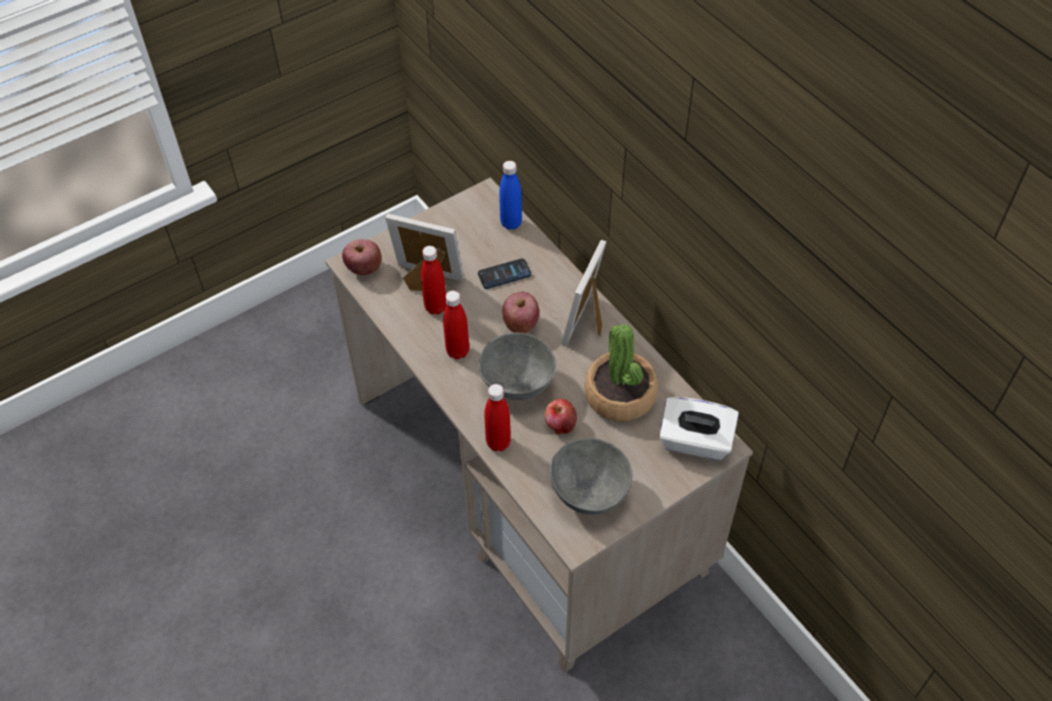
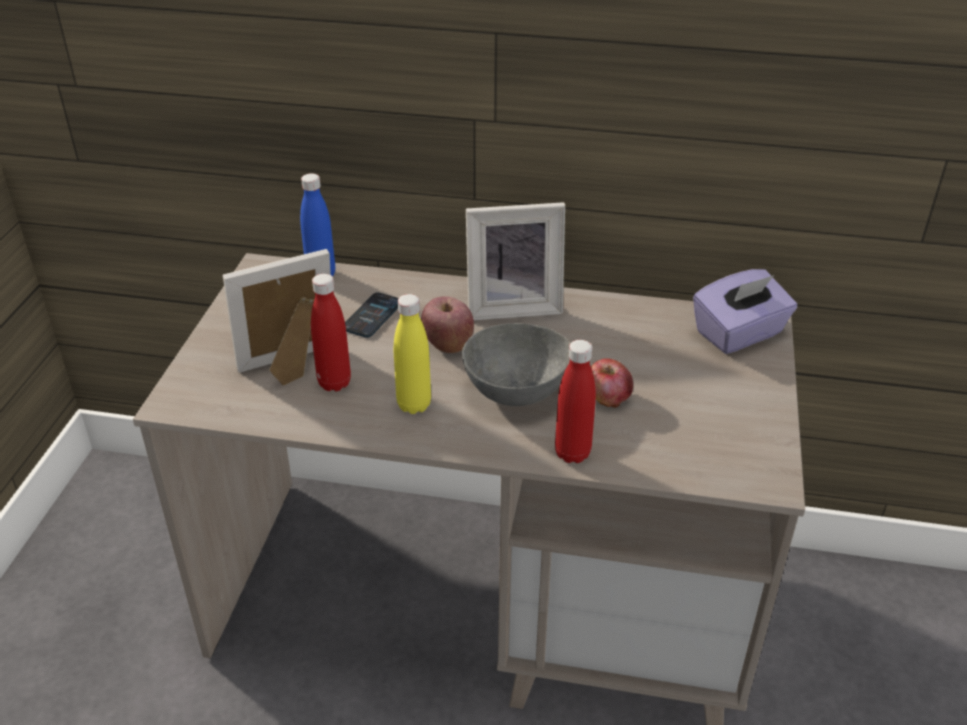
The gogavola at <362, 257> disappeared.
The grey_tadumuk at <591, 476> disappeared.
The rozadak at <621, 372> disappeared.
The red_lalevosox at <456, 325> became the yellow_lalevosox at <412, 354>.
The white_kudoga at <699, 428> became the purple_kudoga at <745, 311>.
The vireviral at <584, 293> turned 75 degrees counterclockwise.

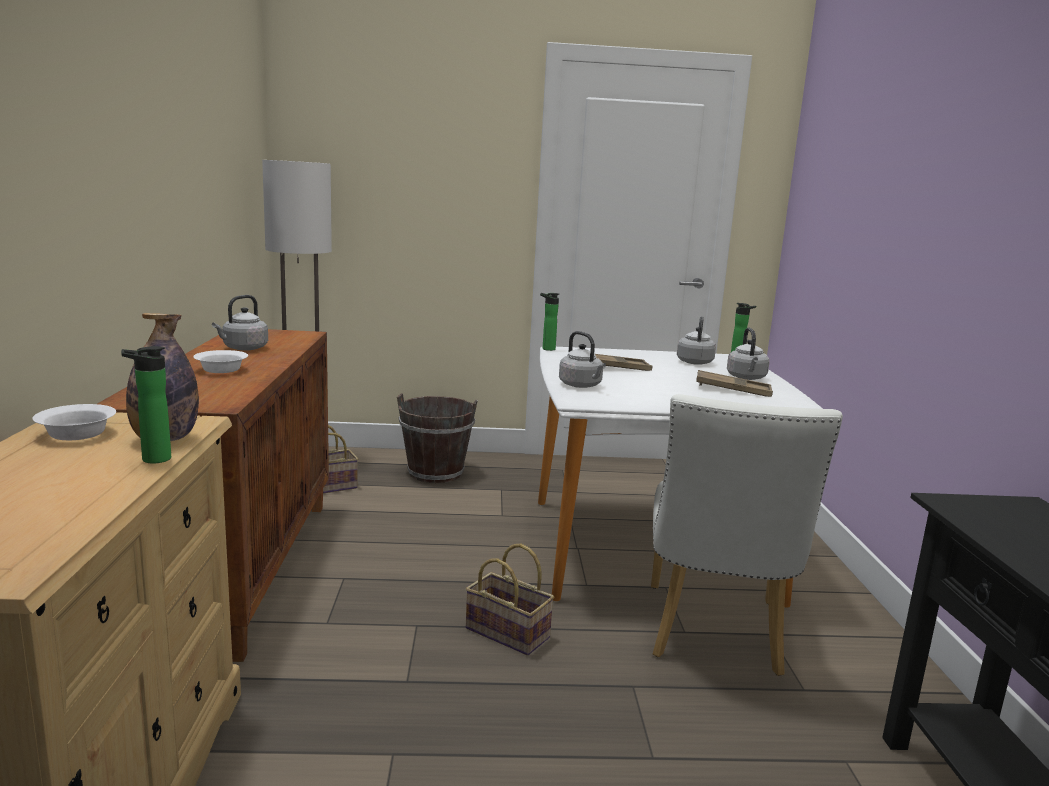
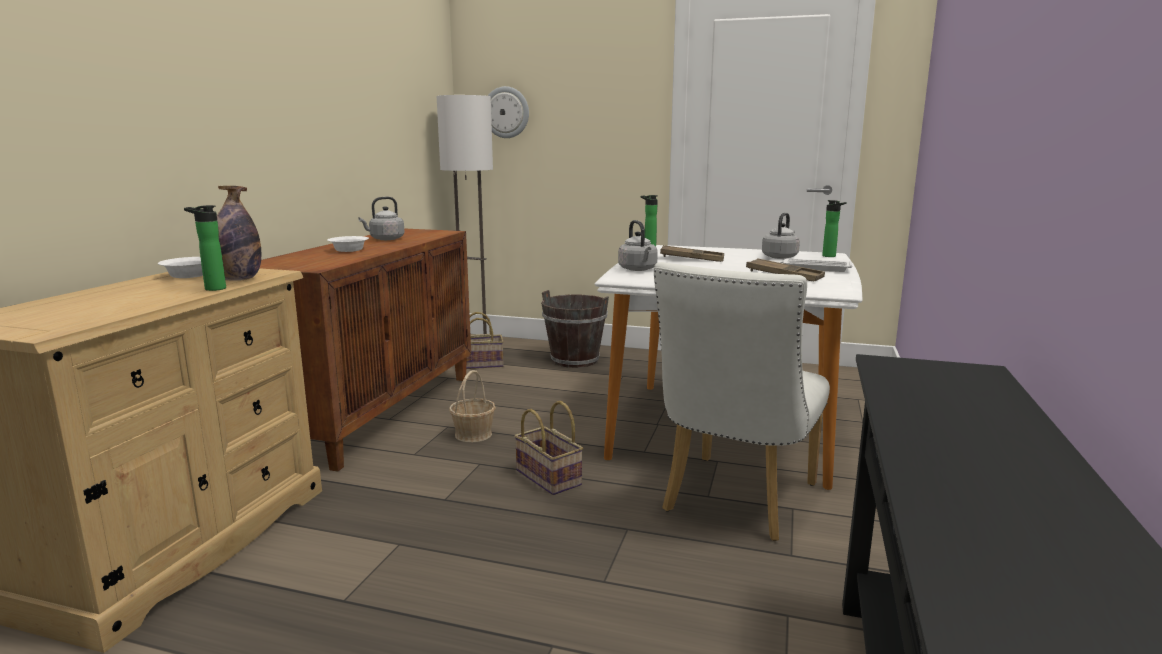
The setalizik at <472, 406> appeared.
The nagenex at <508, 112> appeared.
The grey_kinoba at <748, 354> was replaced by the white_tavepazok at <816, 265>.

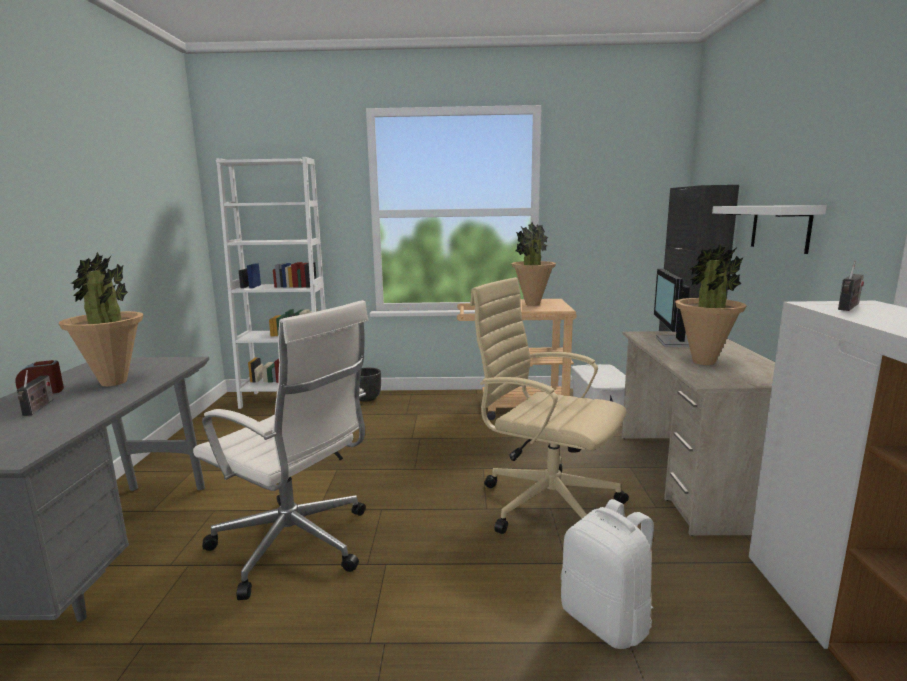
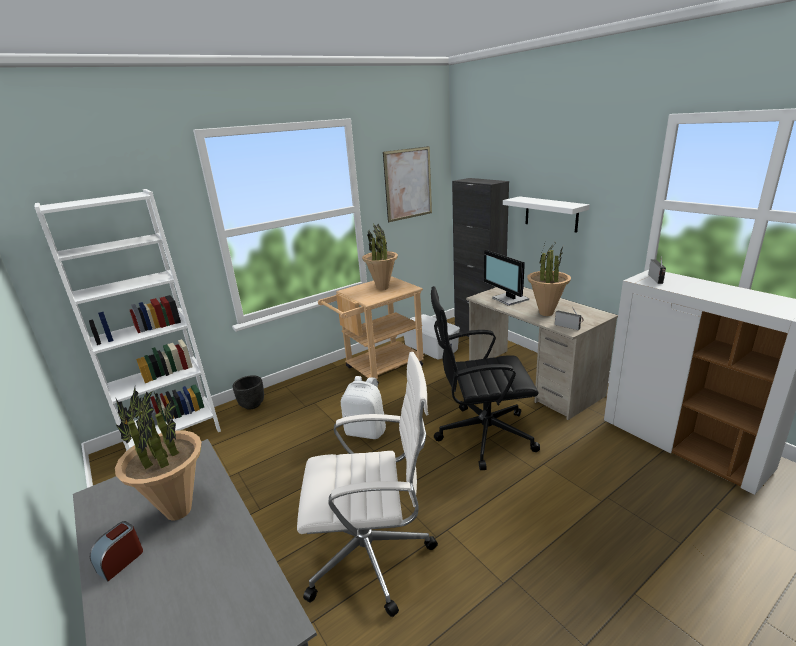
The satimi at <407, 184> appeared.
The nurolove moved from <35, 393> to <569, 318>.
The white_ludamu moved from <607, 574> to <363, 407>.
The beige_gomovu at <549, 405> became the black_gomovu at <485, 378>.

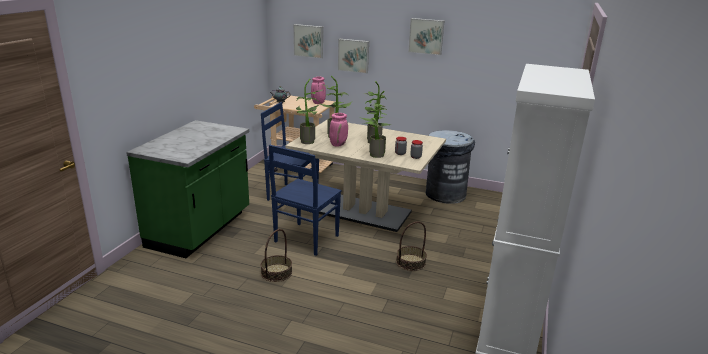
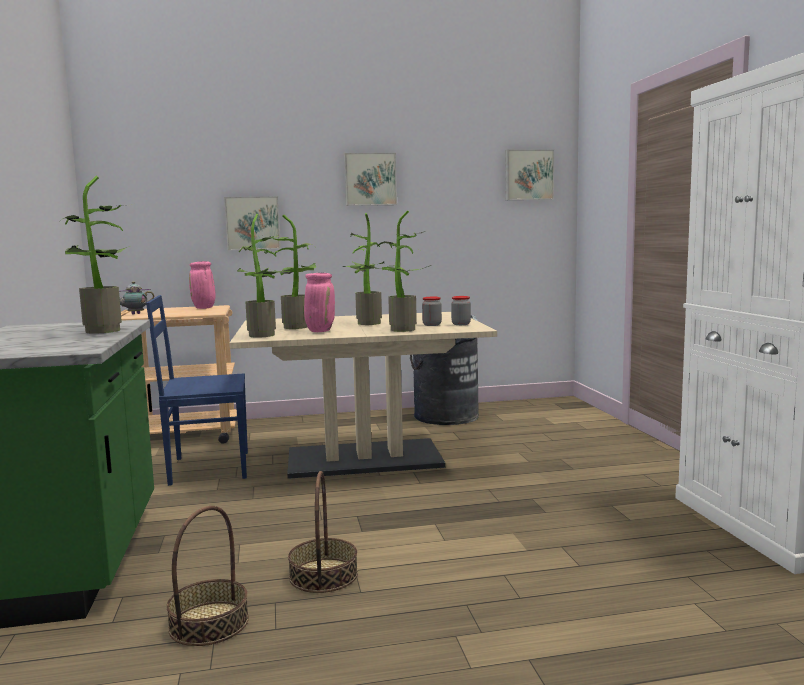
The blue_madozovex at <305, 200> disappeared.
The rozadak at <99, 255> appeared.
The satimi moved from <308, 41> to <529, 175>.
The setalizik moved from <411, 246> to <207, 576>.

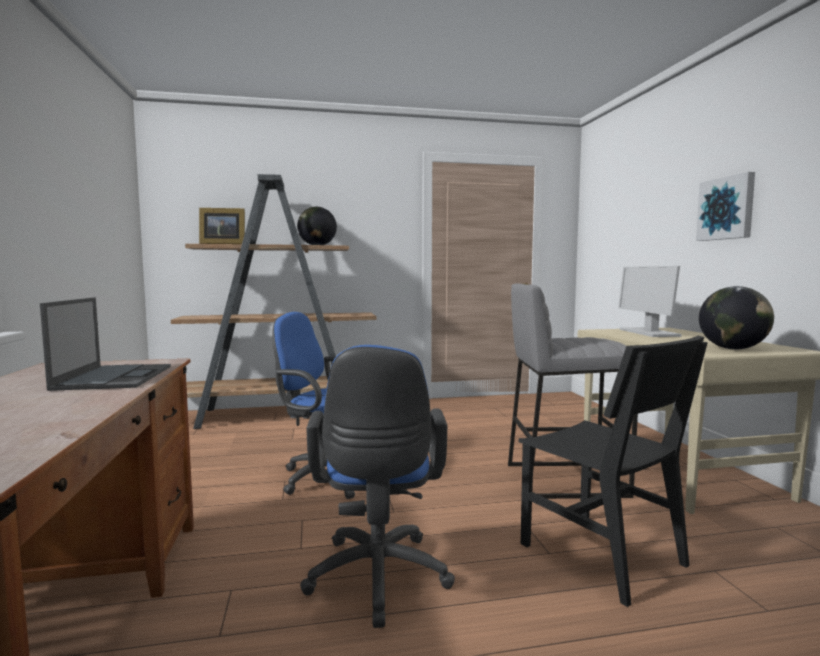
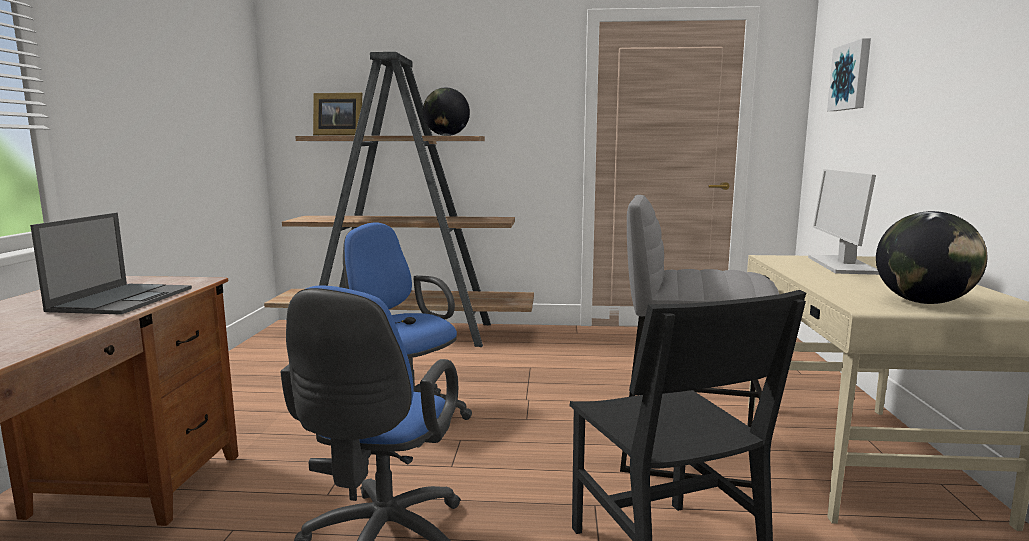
The satimi moved from <725, 206> to <849, 74>.

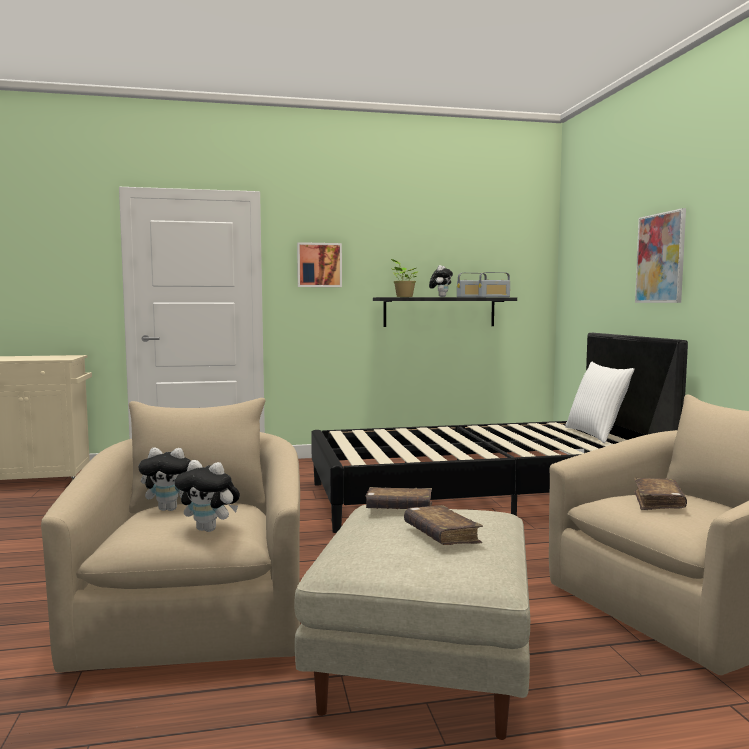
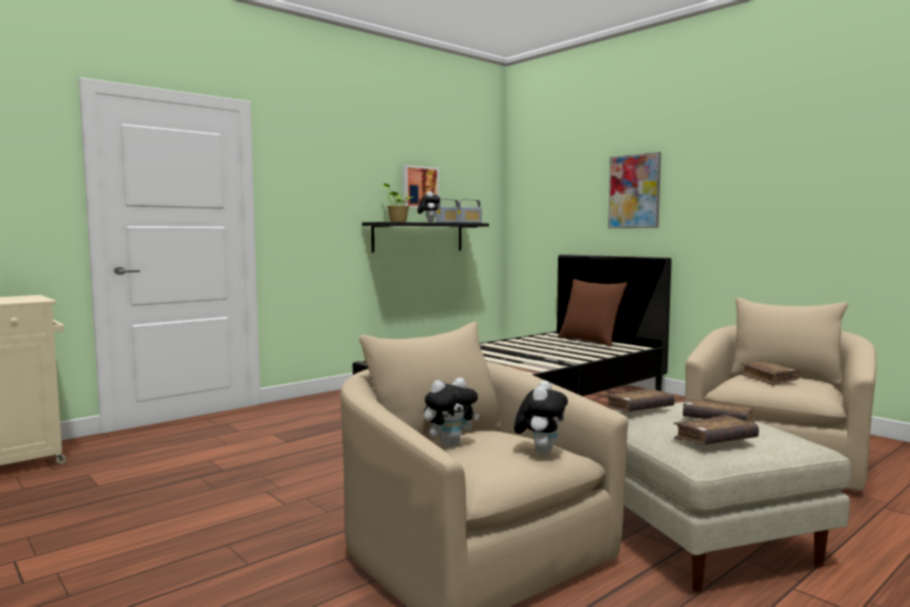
The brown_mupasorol at <716, 430> appeared.
The satimi moved from <319, 264> to <421, 186>.
The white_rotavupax at <599, 402> became the brown_rotavupax at <592, 313>.
The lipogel at <207, 496> turned 60 degrees counterclockwise.

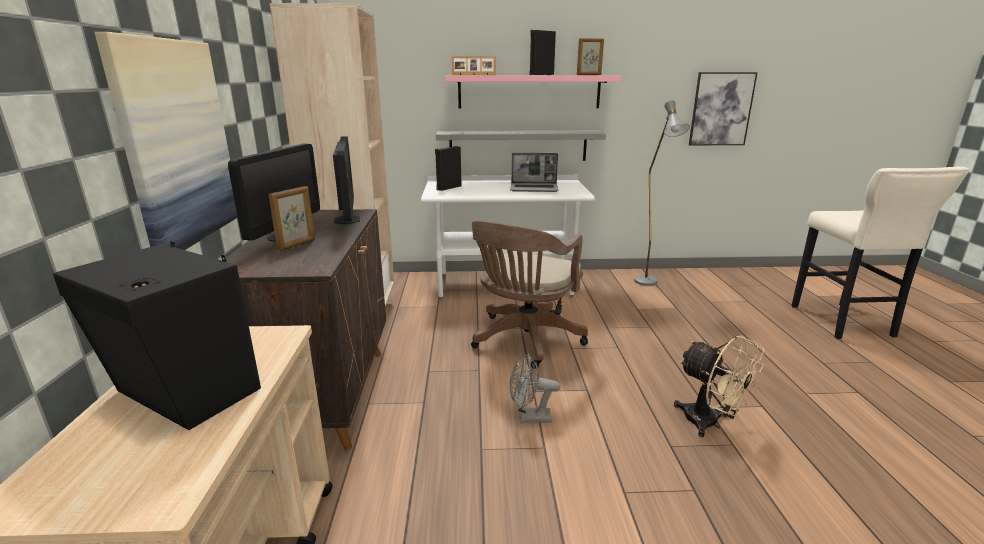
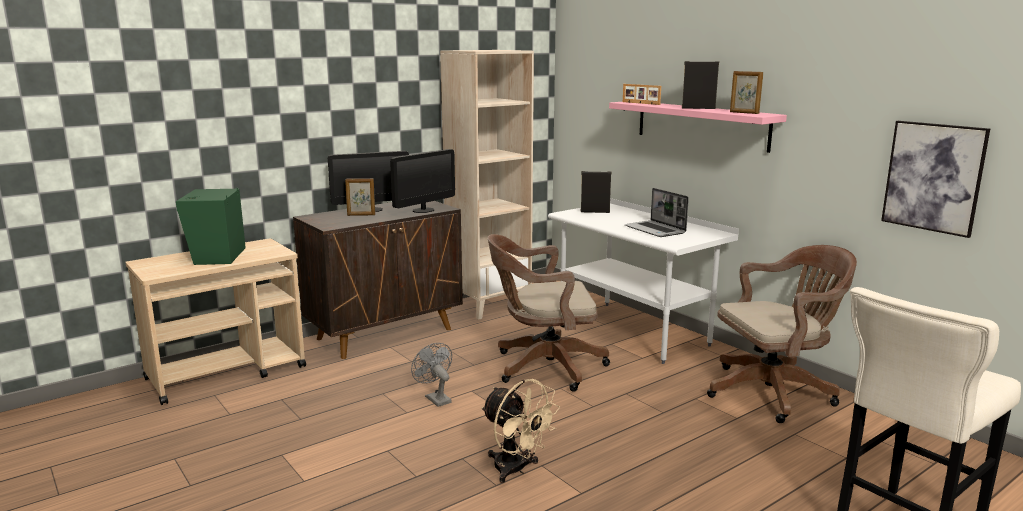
The satimi at <166, 141> disappeared.
The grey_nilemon at <521, 145> disappeared.
The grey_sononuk at <662, 193> was replaced by the brown_gomovu at <782, 334>.
The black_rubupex at <157, 335> became the green_rubupex at <211, 226>.
The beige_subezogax at <719, 386> turned 60 degrees counterclockwise.

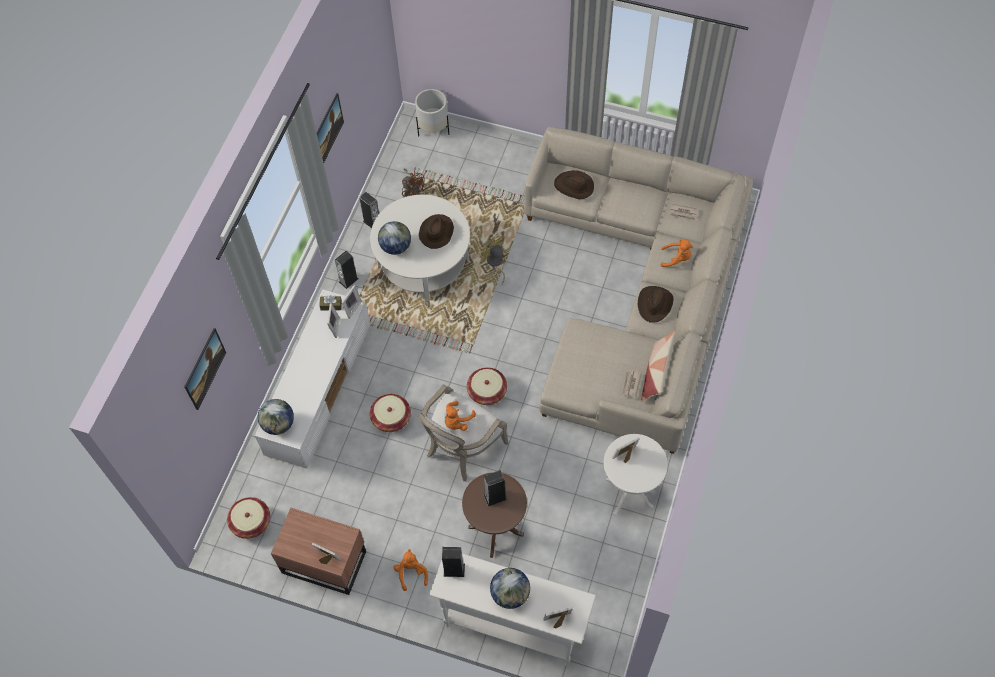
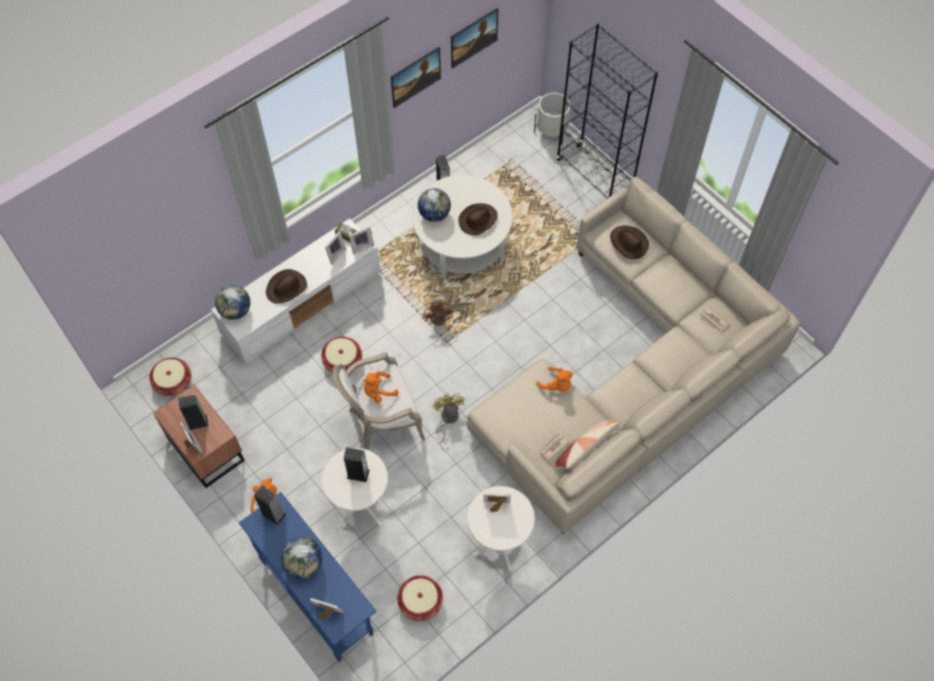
The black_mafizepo at <607, 110> appeared.
The satimi moved from <205, 369> to <474, 38>.
The rubupex moved from <347, 270> to <193, 412>.
The brown_subezogax moved from <413, 183> to <439, 308>.
The setalizik moved from <487, 386> to <420, 598>.
The yellow_subezogax moved from <493, 259> to <449, 418>.
The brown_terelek moved from <656, 304> to <286, 286>.
The orange_lipogel moved from <677, 253> to <554, 379>.
The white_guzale at <512, 609> became the blue_guzale at <308, 577>.
The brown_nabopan at <494, 515> became the white_nabopan at <355, 488>.

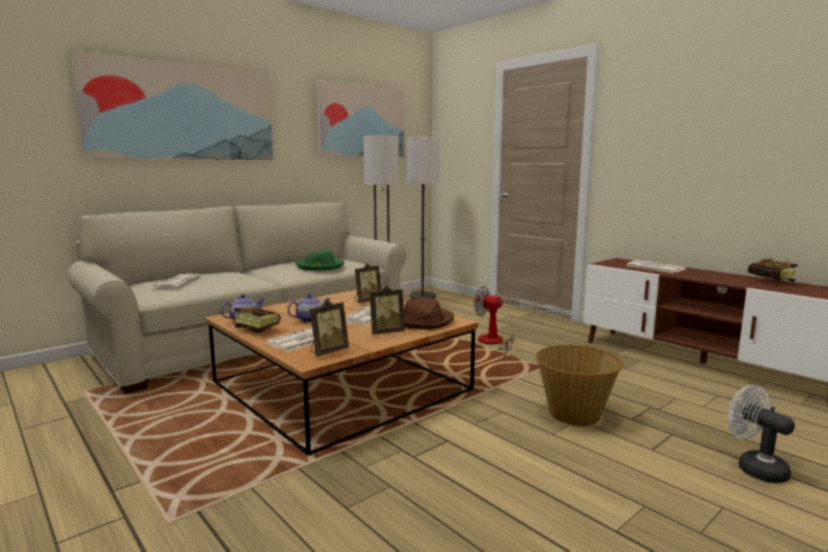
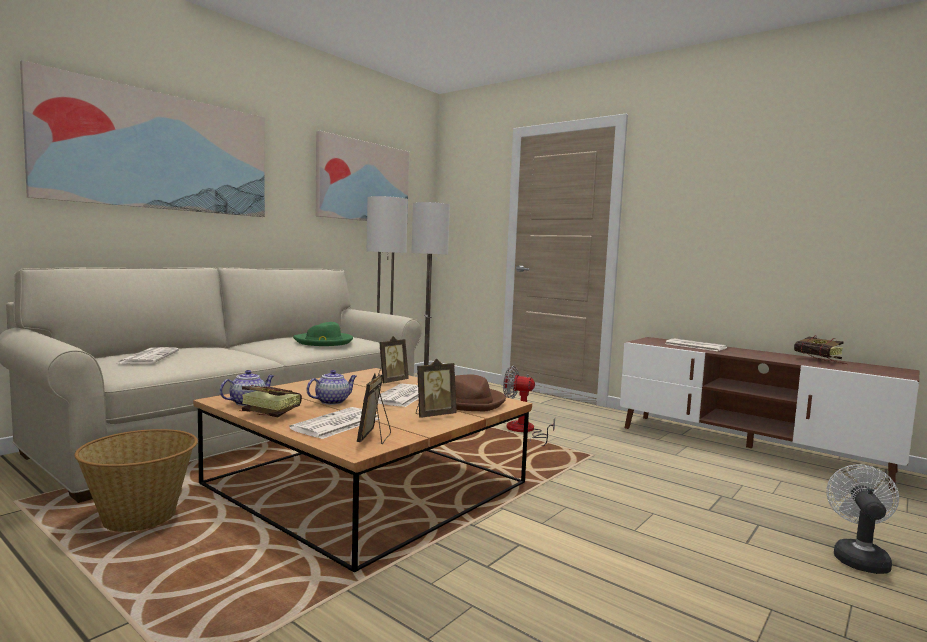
The setalizik moved from <579, 385> to <136, 480>.
The vireviral at <329, 328> turned 150 degrees clockwise.
The white_subezogax at <761, 434> turned 60 degrees clockwise.

